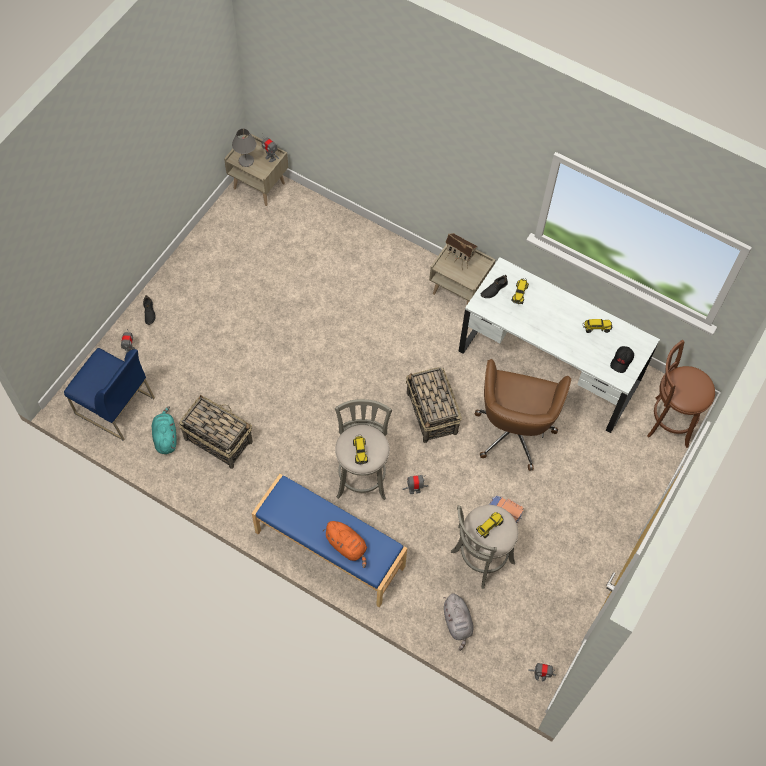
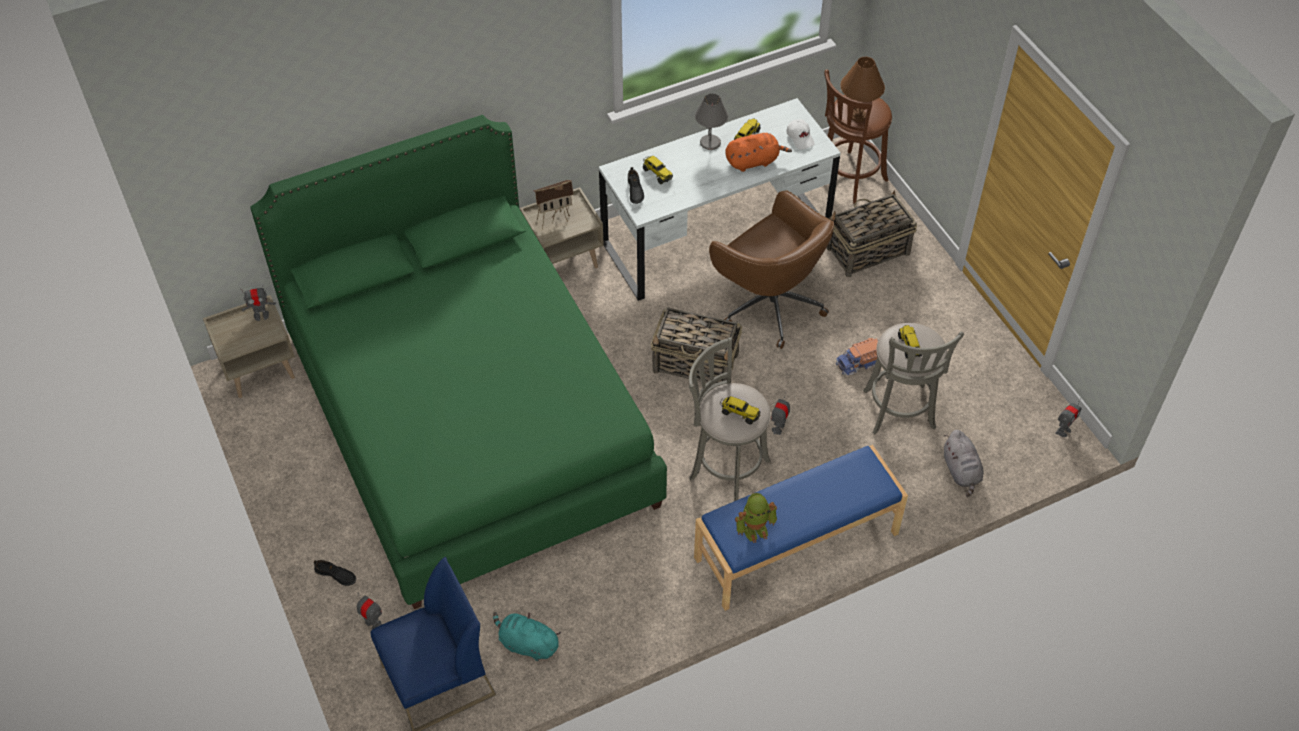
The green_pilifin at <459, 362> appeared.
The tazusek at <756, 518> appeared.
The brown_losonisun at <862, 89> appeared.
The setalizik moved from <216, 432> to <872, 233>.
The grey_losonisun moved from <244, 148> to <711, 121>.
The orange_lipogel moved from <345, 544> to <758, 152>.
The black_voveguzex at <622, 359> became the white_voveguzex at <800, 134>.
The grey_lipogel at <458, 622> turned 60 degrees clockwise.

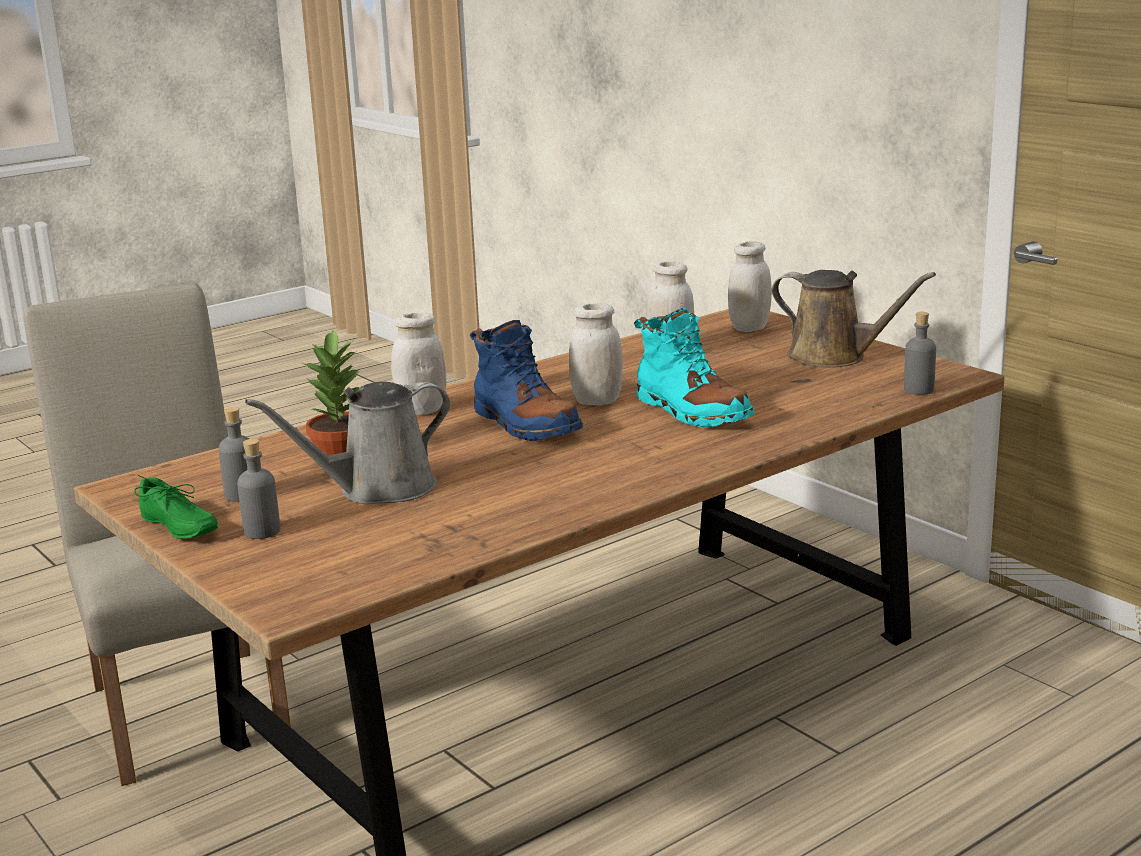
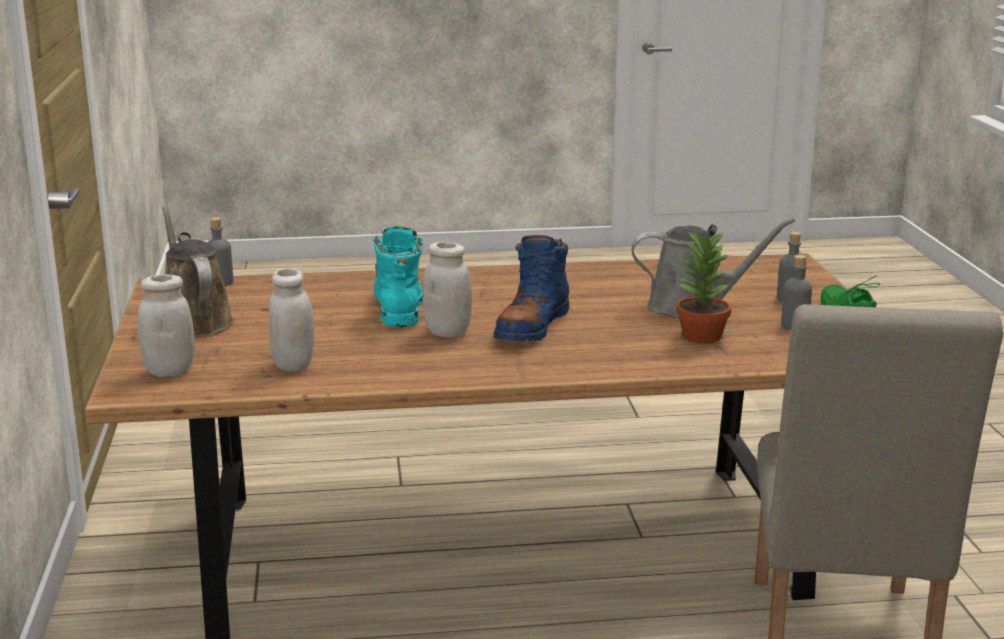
The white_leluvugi at <419, 363> disappeared.
The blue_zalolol at <526, 380> turned 150 degrees counterclockwise.

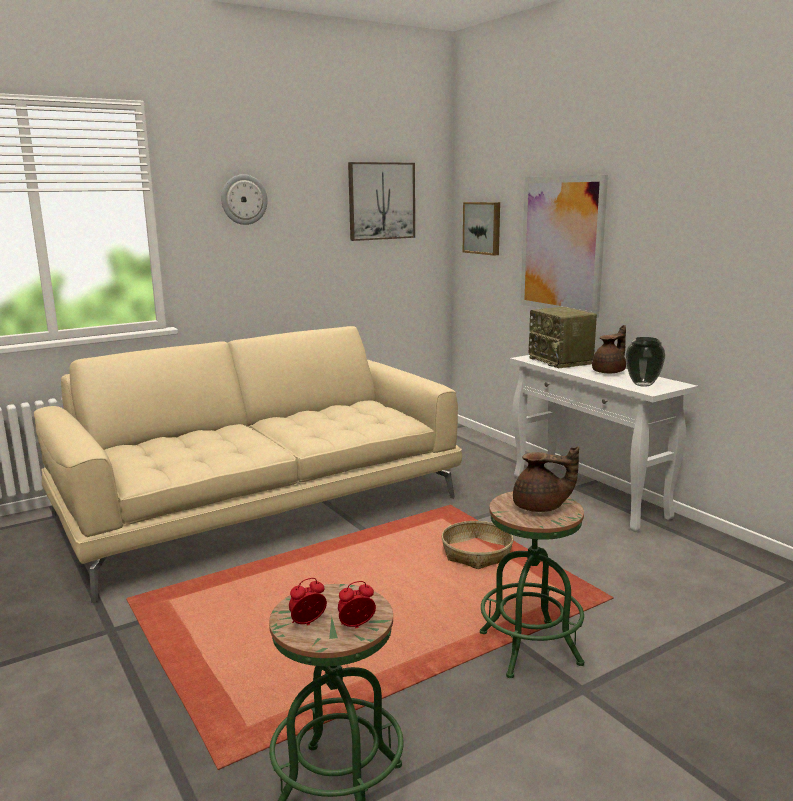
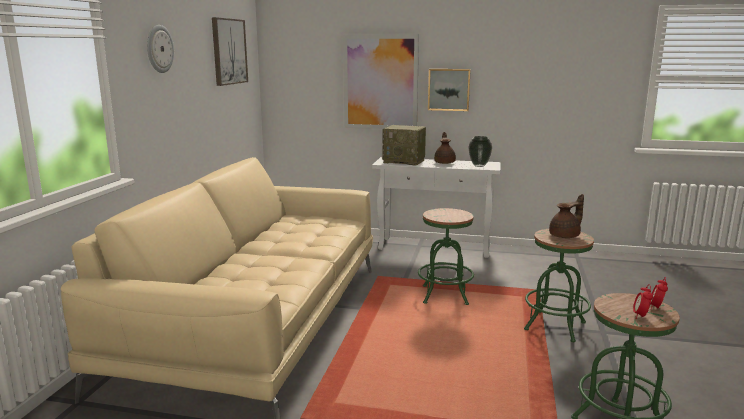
The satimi moved from <481, 229> to <449, 90>.
The setalizik at <477, 545> was replaced by the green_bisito at <446, 256>.

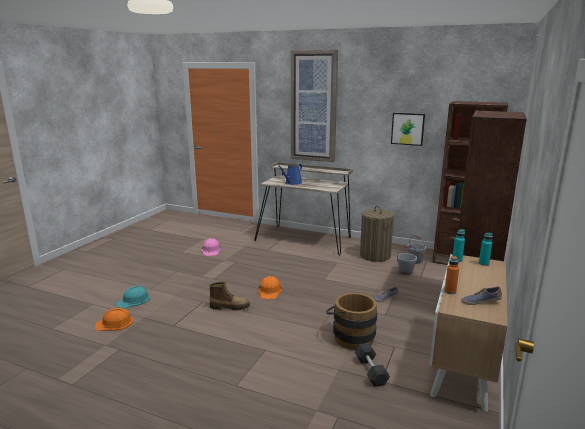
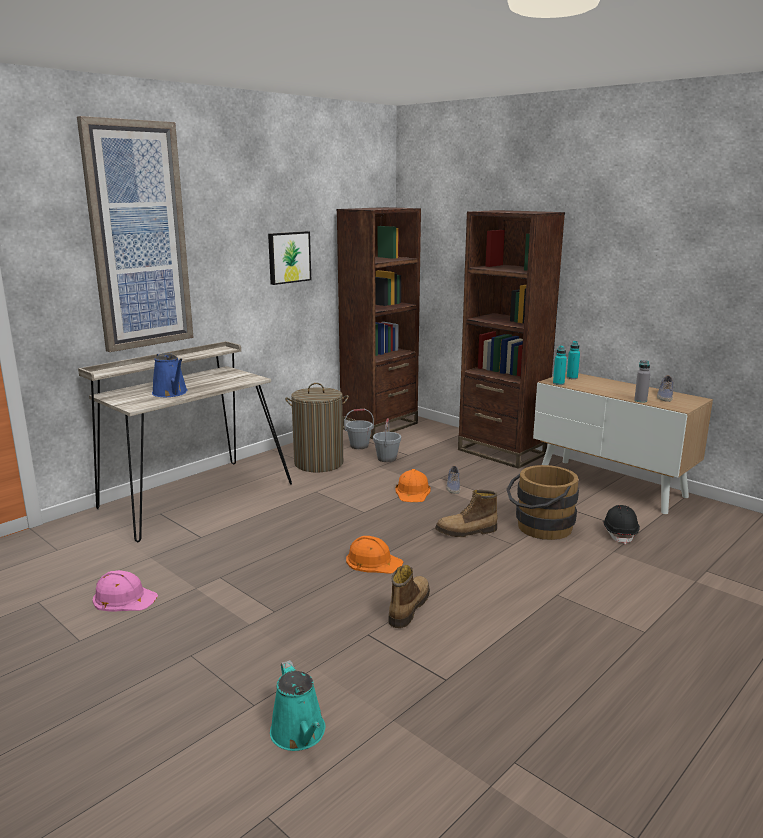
The zalolol at <466, 513> appeared.
The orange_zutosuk moved from <114, 319> to <413, 485>.
The turquoise_zutosuk at <133, 297> was replaced by the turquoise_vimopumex at <298, 705>.
The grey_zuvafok at <372, 365> was replaced by the black_zutosuk at <621, 524>.
The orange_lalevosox at <452, 275> became the grey_lalevosox at <642, 381>.

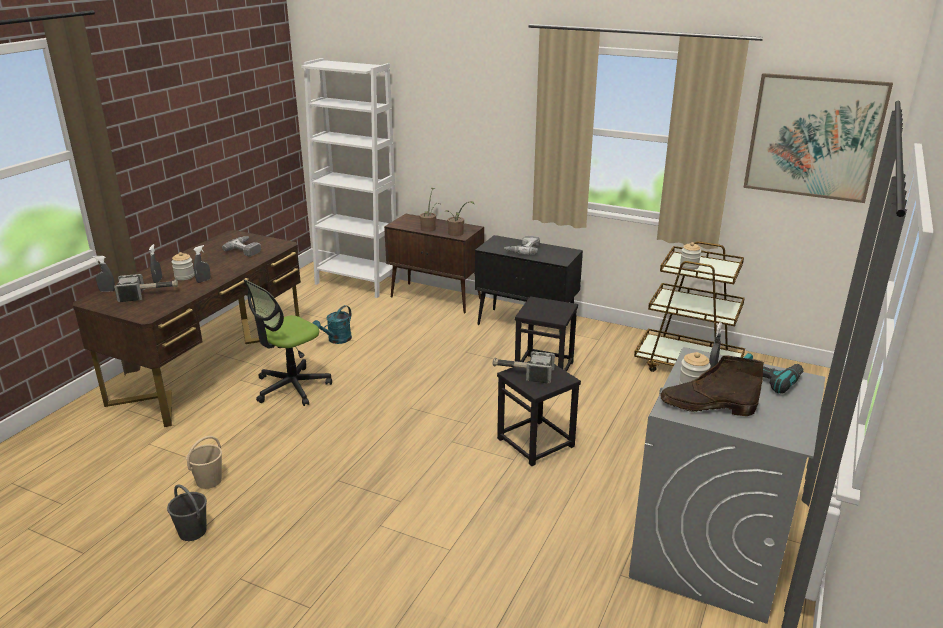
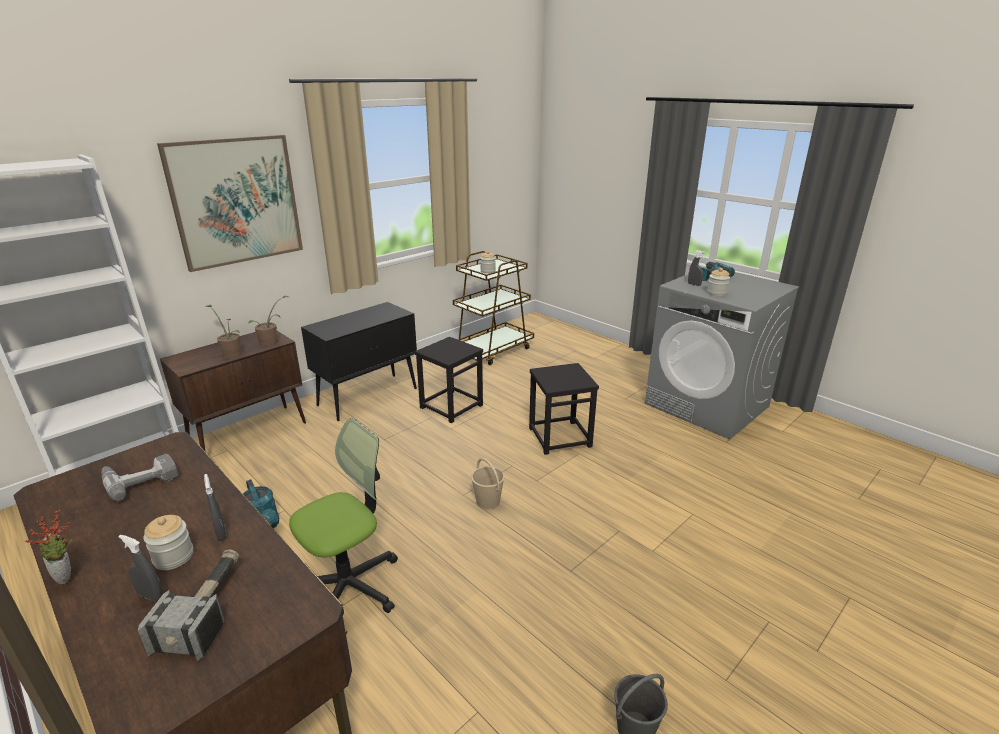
The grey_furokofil at <104, 274> disappeared.
The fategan at <524, 367> disappeared.
The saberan at <522, 245> disappeared.
The brown_zalolol at <712, 385> disappeared.
The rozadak at <48, 547> appeared.
The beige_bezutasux moved from <204, 462> to <488, 483>.
The satimi moved from <818, 138> to <230, 203>.
The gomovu at <287, 342> turned 105 degrees counterclockwise.

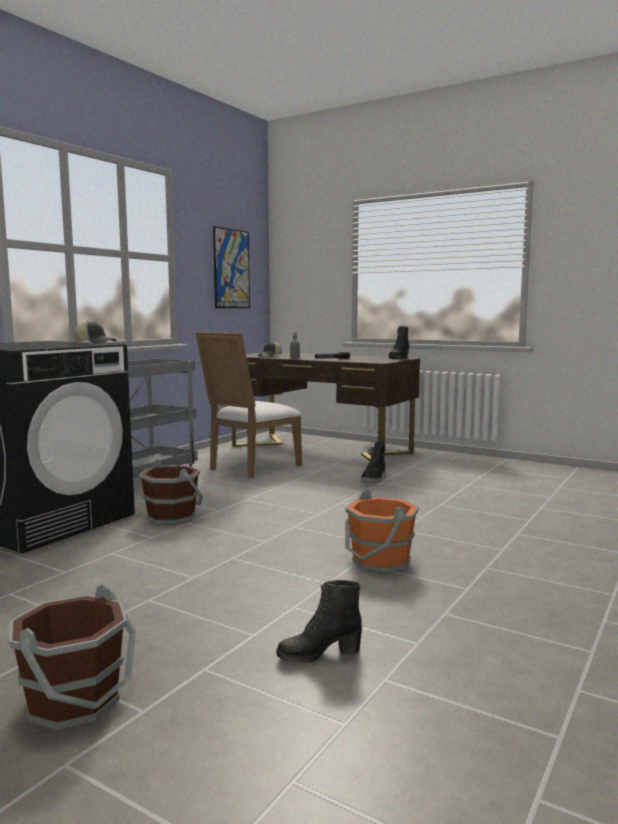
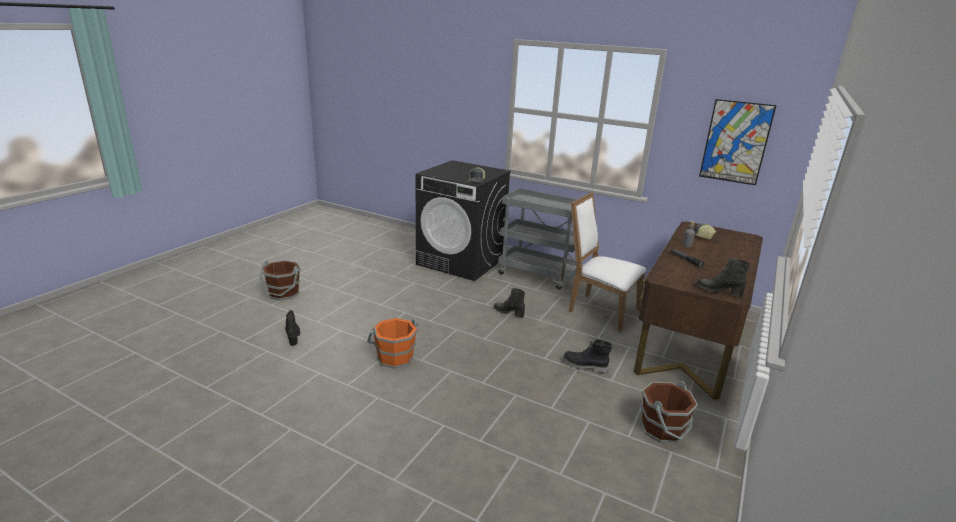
The black_zalolol at <509, 303> appeared.
The brown_bezutasux moved from <171, 491> to <669, 412>.

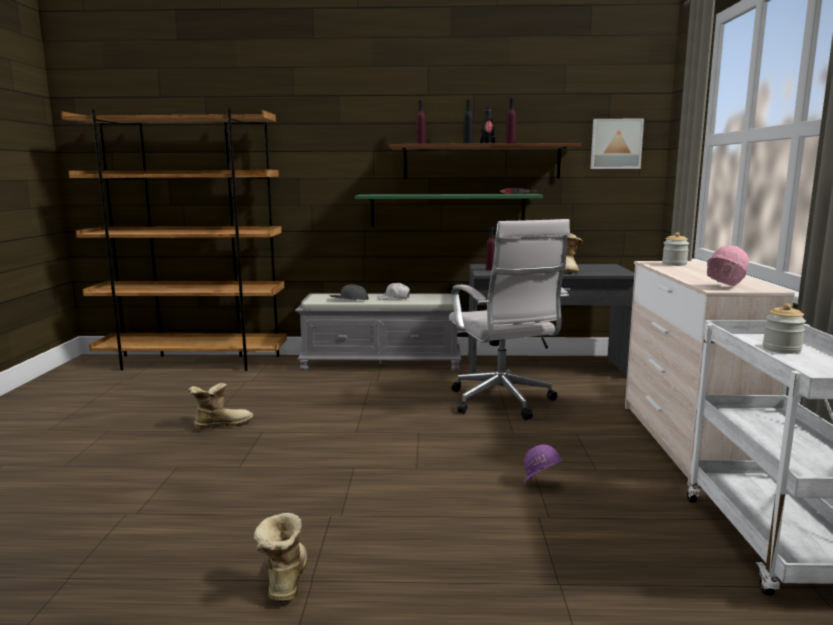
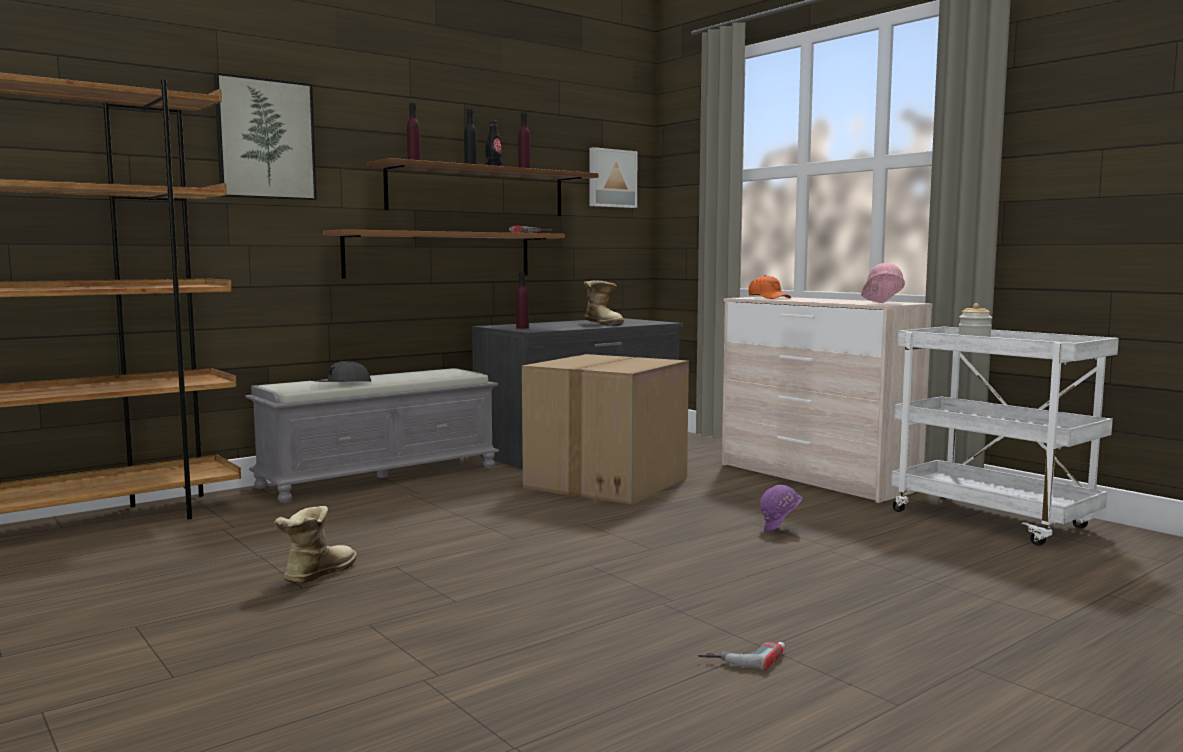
The white_voveguzex at <393, 291> disappeared.
The satimi at <265, 136> appeared.
The zalolol at <280, 557> was replaced by the saberan at <741, 656>.
The white_gomovu at <509, 319> was replaced by the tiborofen at <605, 429>.
The leluvugi at <675, 249> was replaced by the orange_voveguzex at <770, 287>.
The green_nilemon at <449, 210> became the brown_nilemon at <444, 253>.

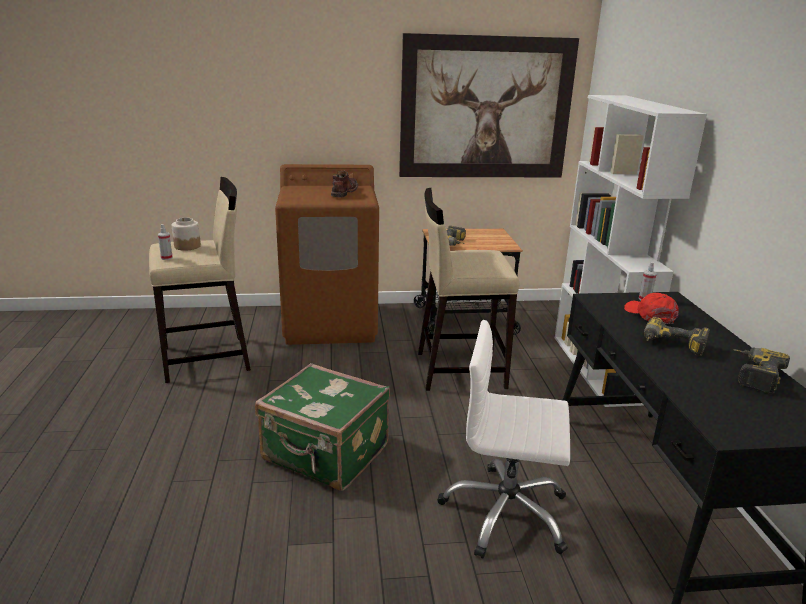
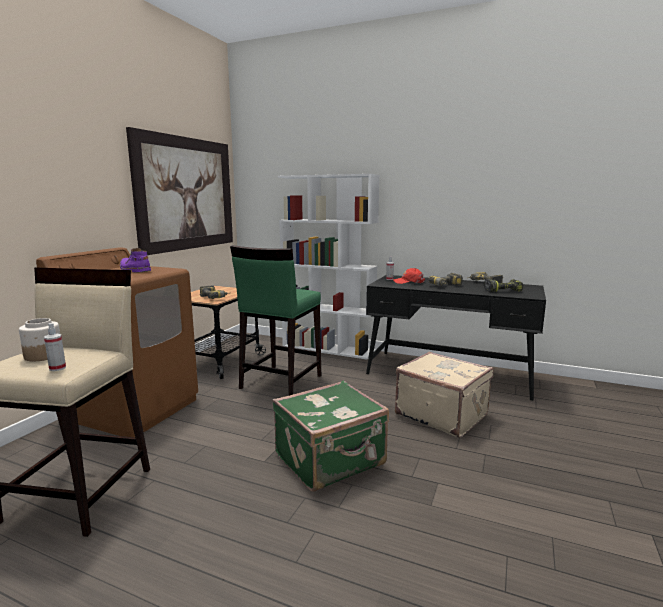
The saberan at <504, 285> appeared.
The white_gomovu at <503, 439> was replaced by the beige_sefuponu at <444, 395>.
The brown_zalolol at <344, 184> became the purple_zalolol at <135, 260>.
The beige_bisito at <468, 289> became the green_bisito at <275, 320>.

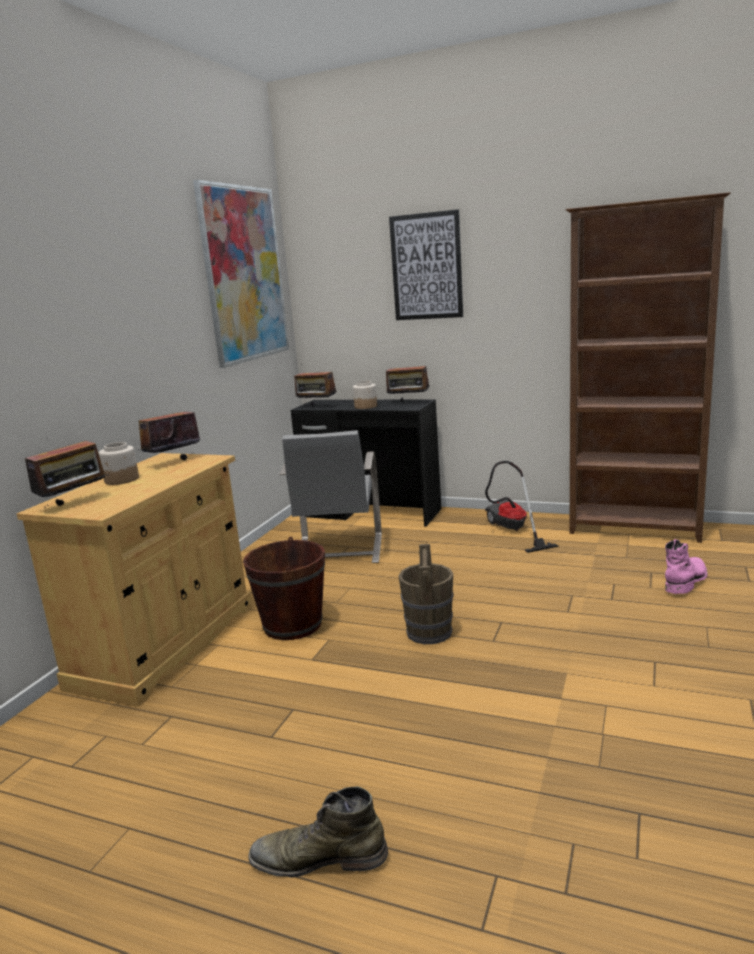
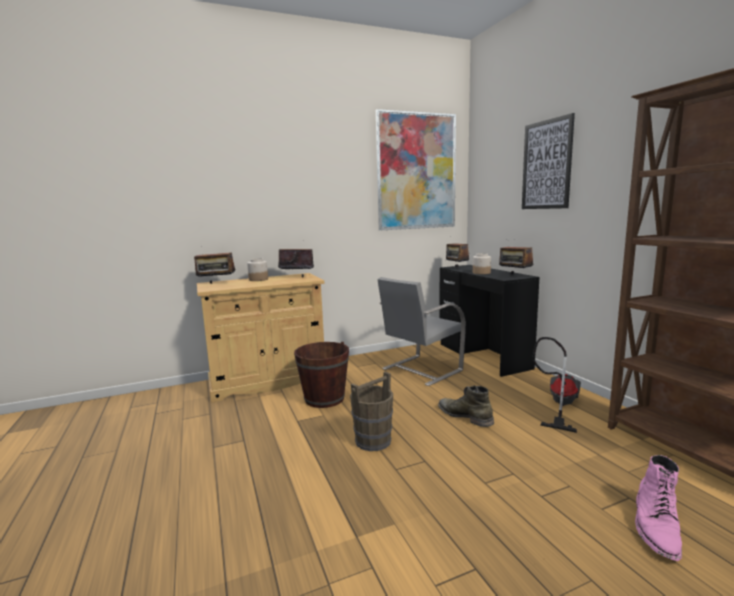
The green_zalolol moved from <318, 831> to <466, 406>.
The pink_zalolol at <686, 566> turned 120 degrees clockwise.

